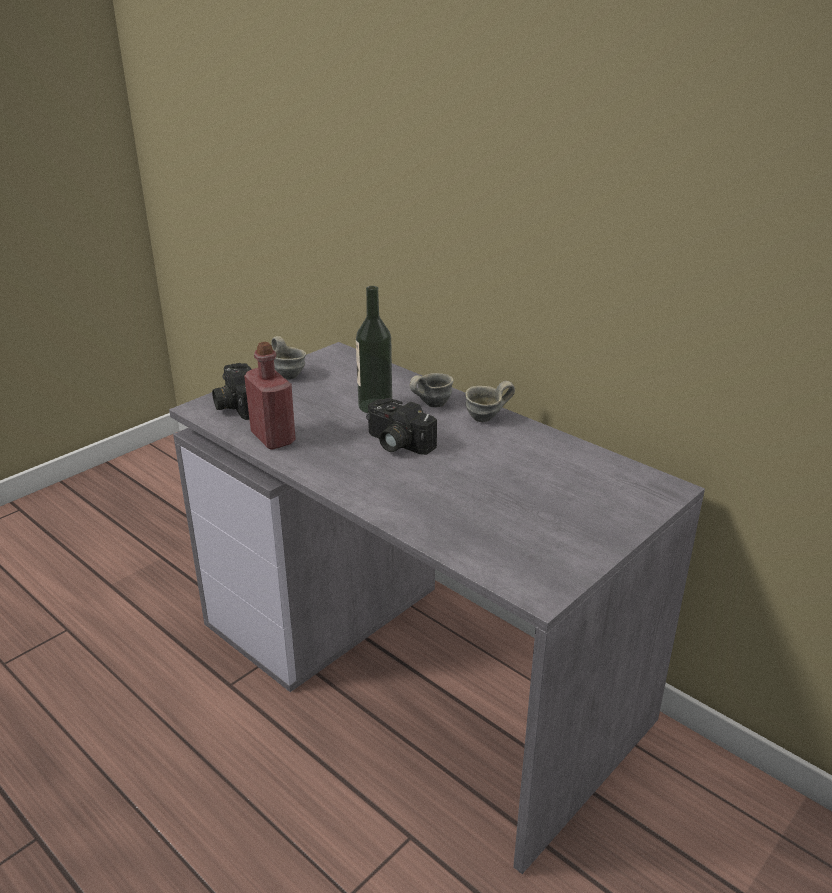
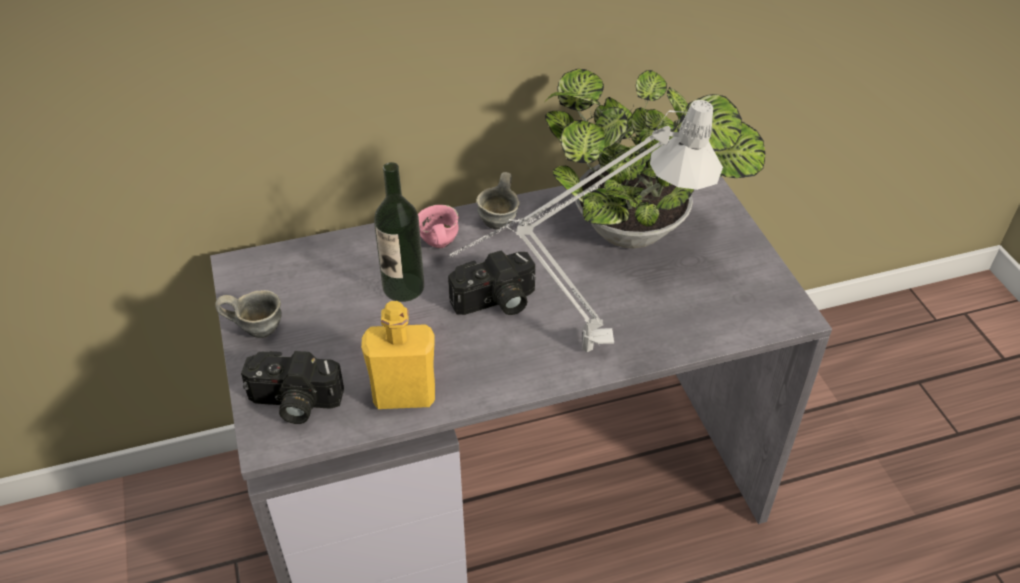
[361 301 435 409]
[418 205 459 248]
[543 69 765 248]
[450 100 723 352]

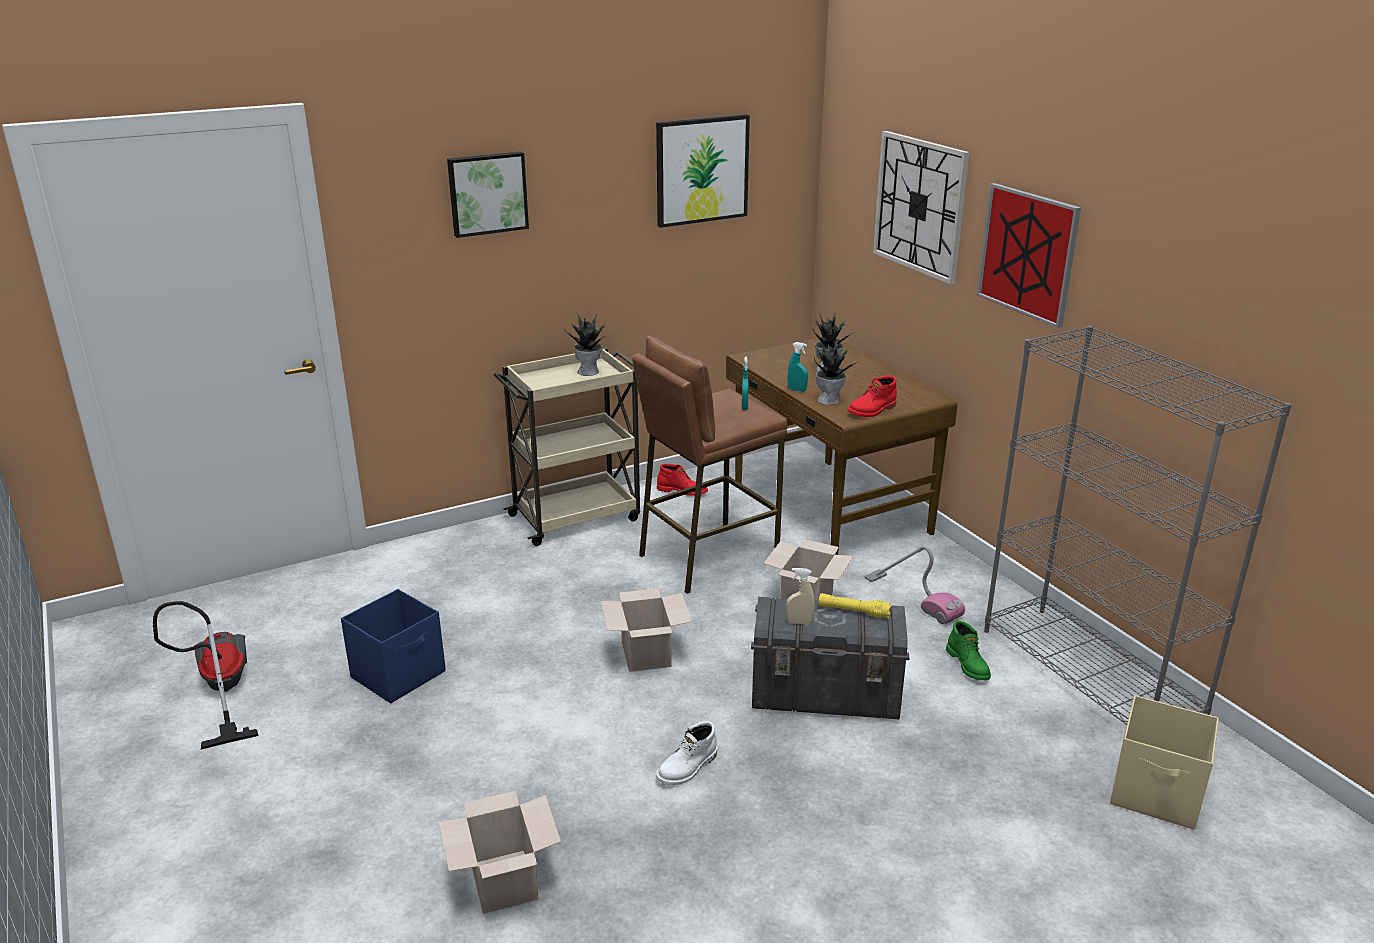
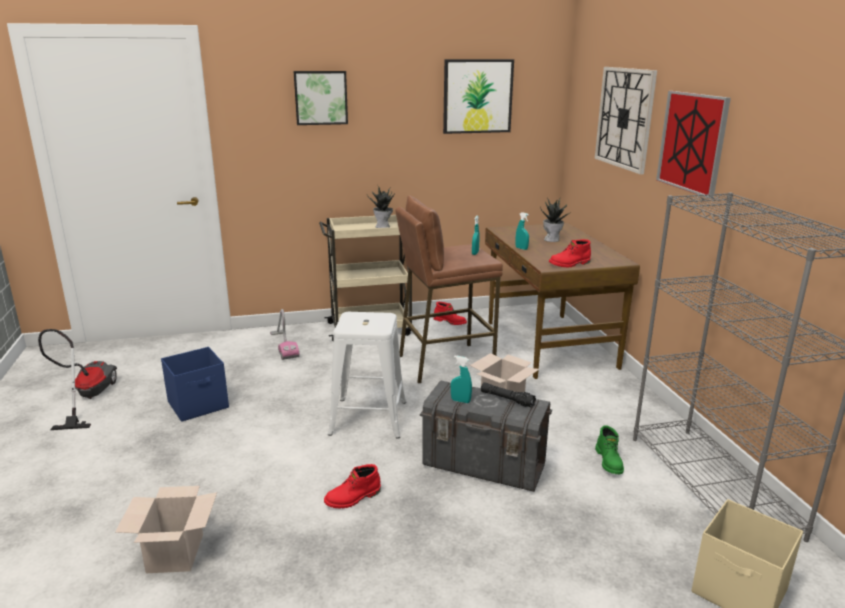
[814 339 857 405] (first image)
[270 309 299 360]
[451 355 472 403]
[328 312 406 439]
[481 382 536 408]
[324 464 381 509]

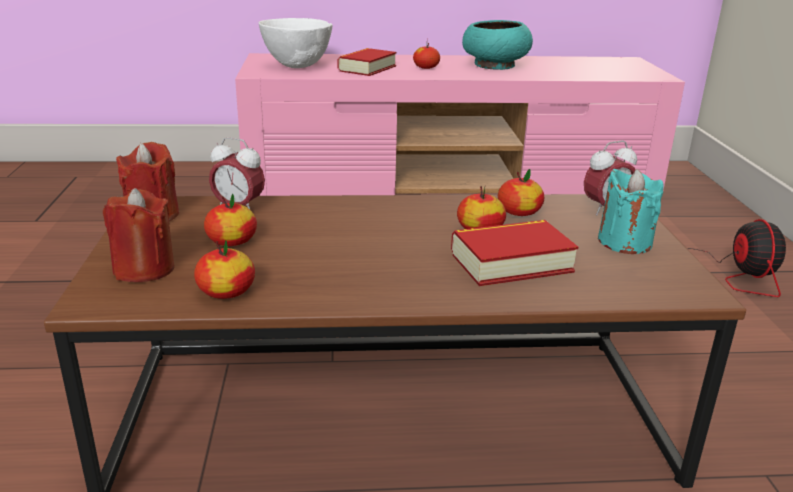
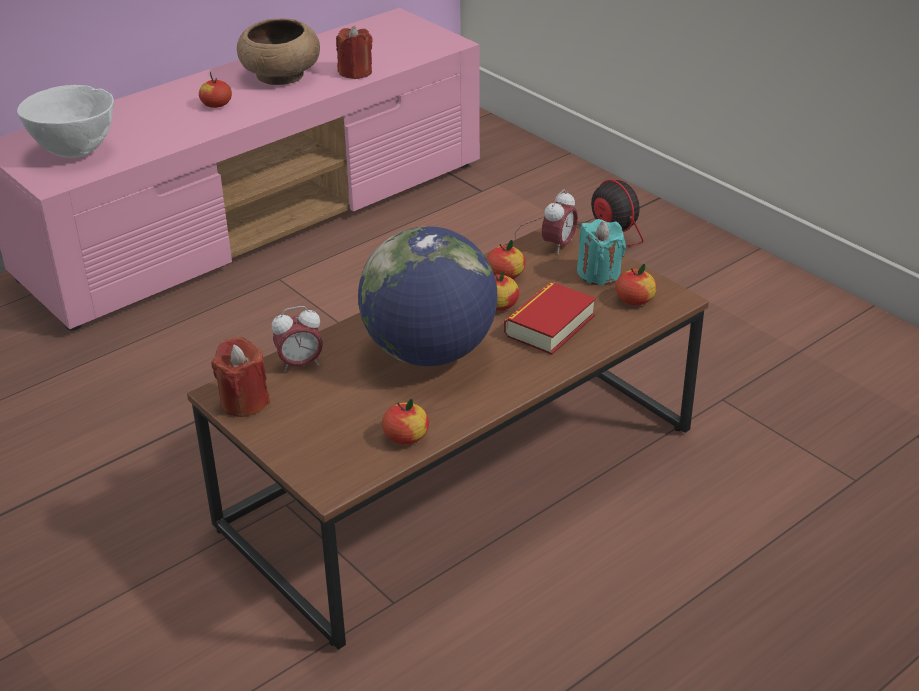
[237 18 320 85]
[337 48 397 76] (first image)
[336 26 373 79]
[615 264 657 305]
[358 226 498 366]

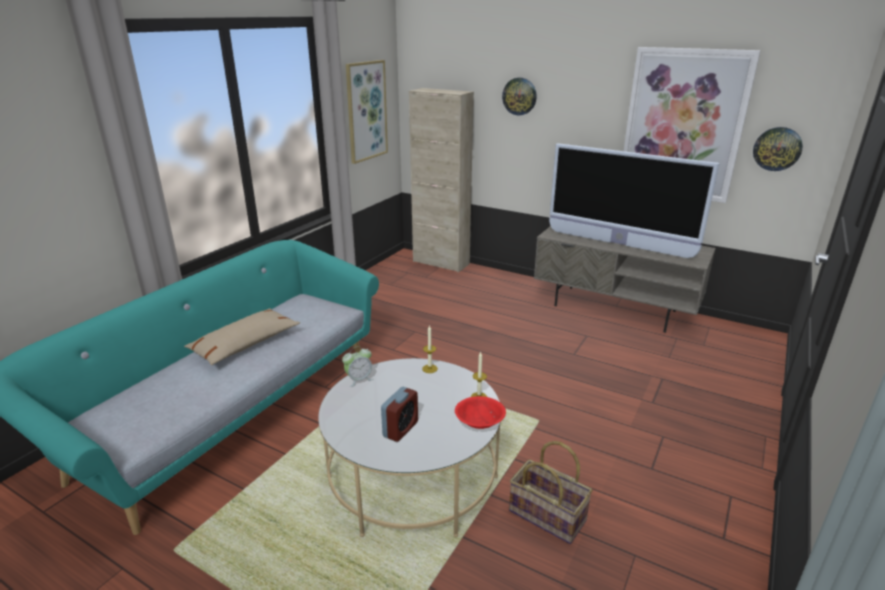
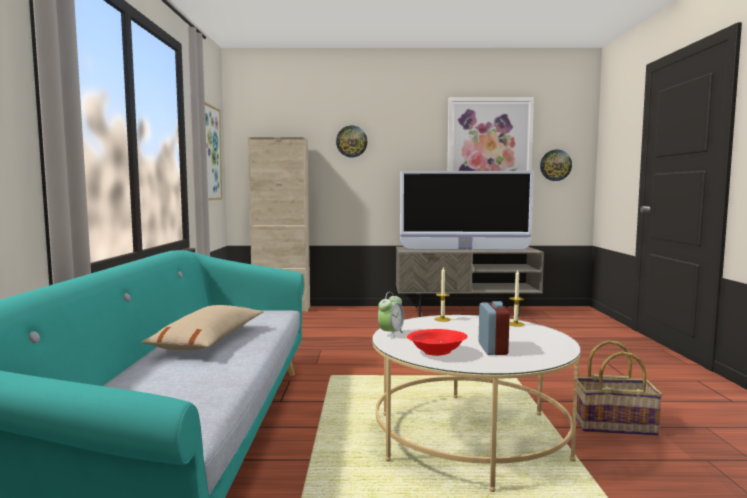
[407 329 468 356]

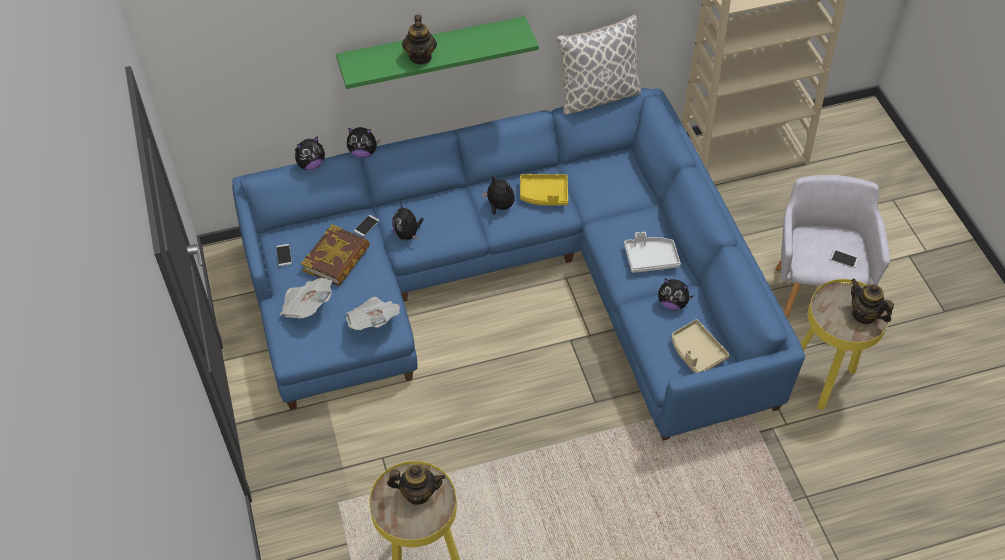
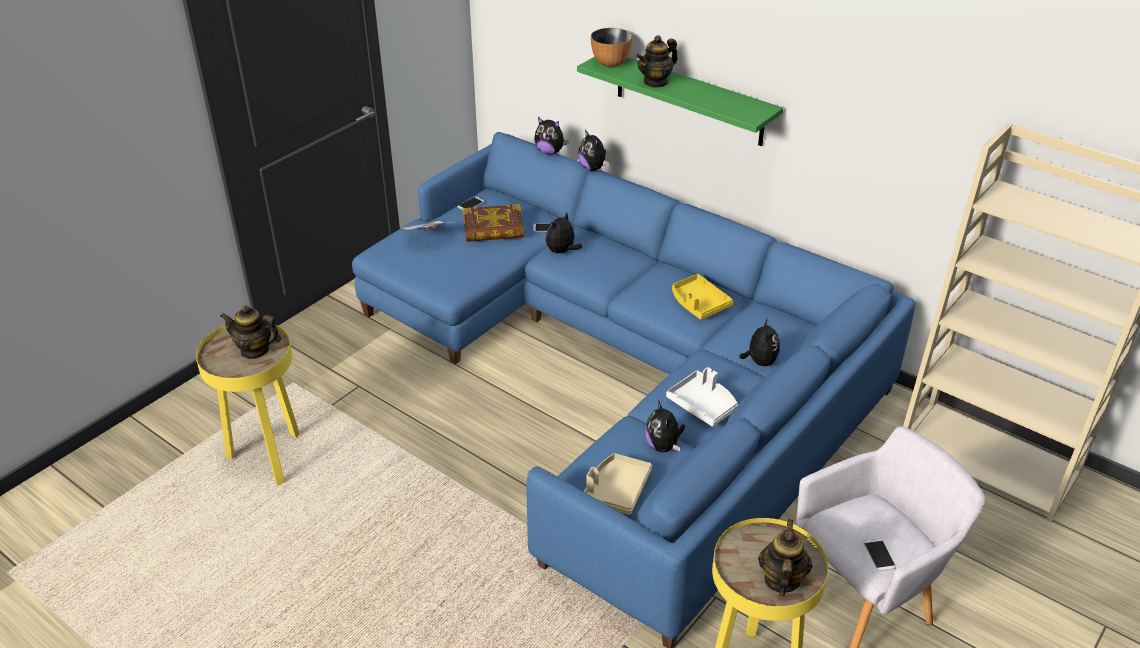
[556 15 641 115] (first image)
[739 318 780 366]
[346 297 400 330] (first image)
[220 305 281 359]
[591 28 632 67]

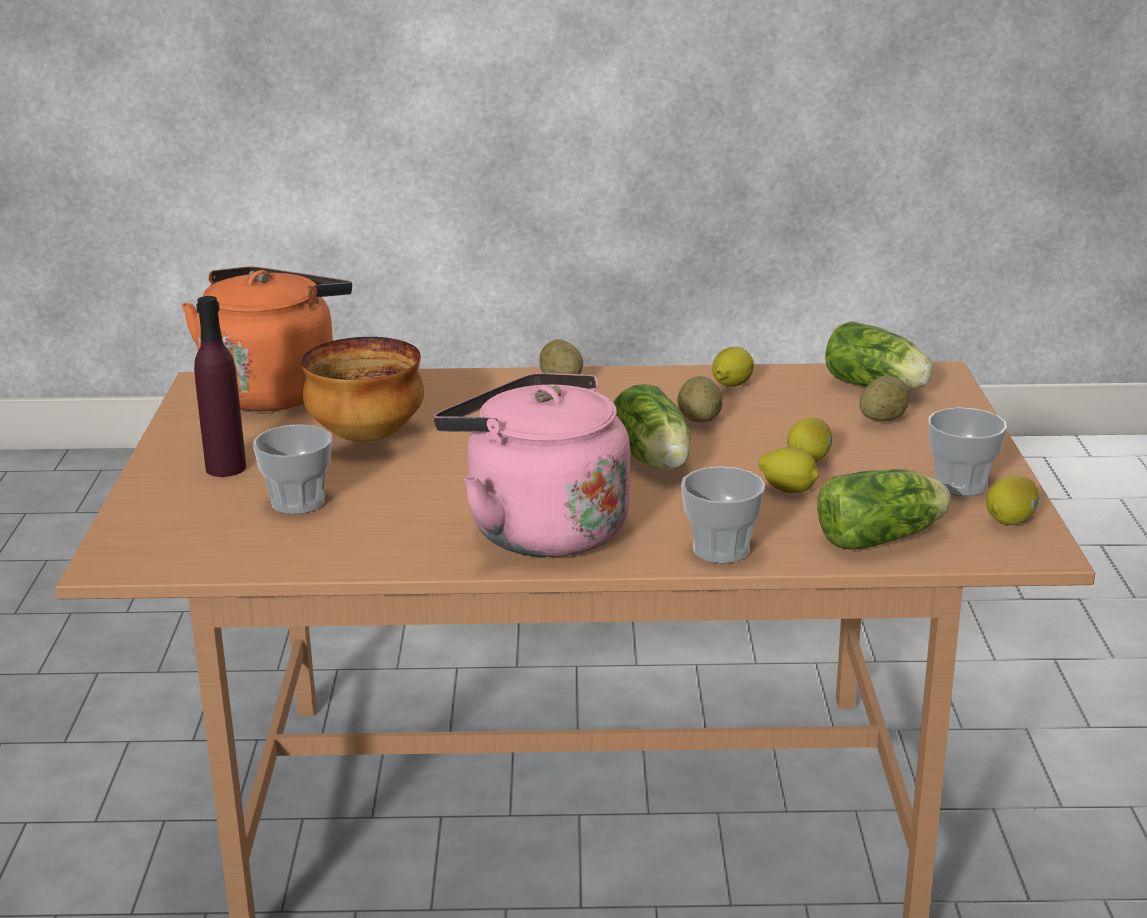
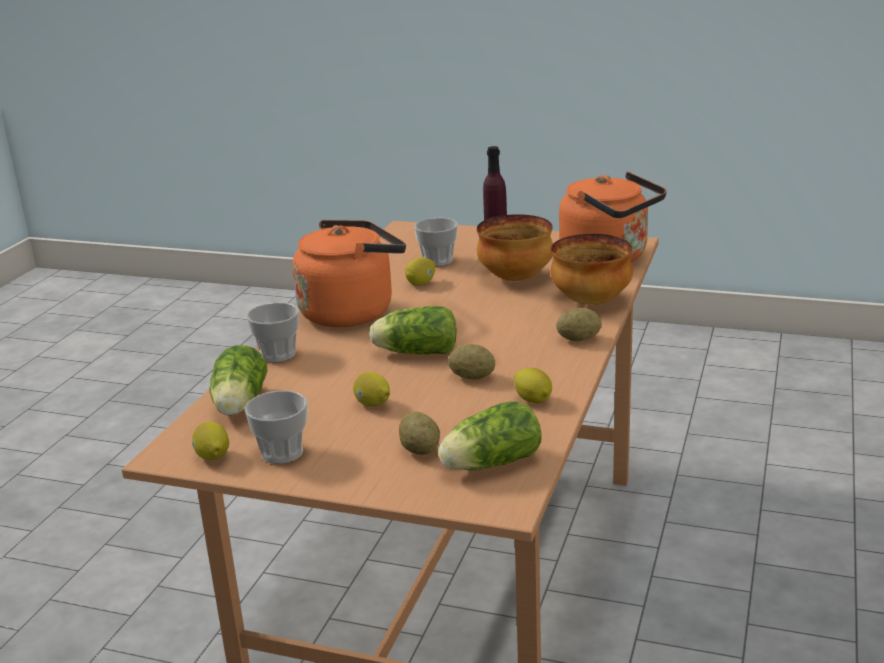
[292 220 406 327]
[405 258 435 286]
[550 234 633 305]

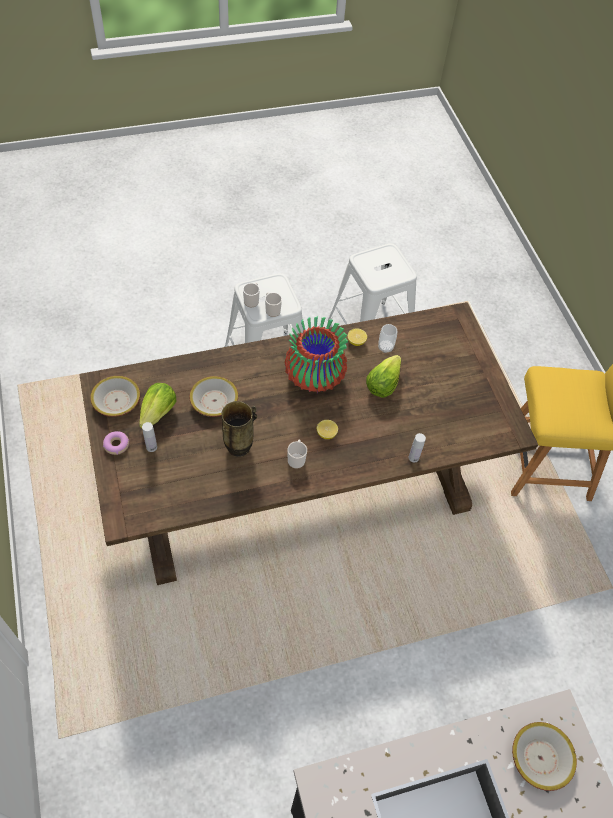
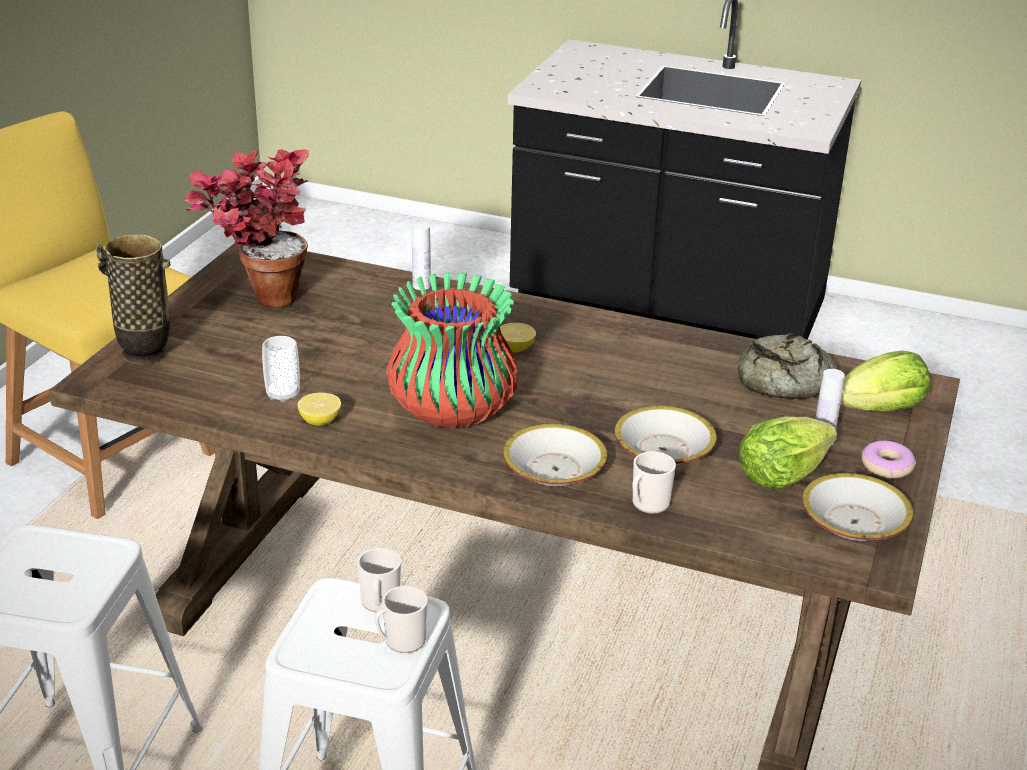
[841 351 930 412]
[96 235 170 364]
[632 451 676 514]
[503 424 607 487]
[185 150 309 308]
[738 333 838 399]

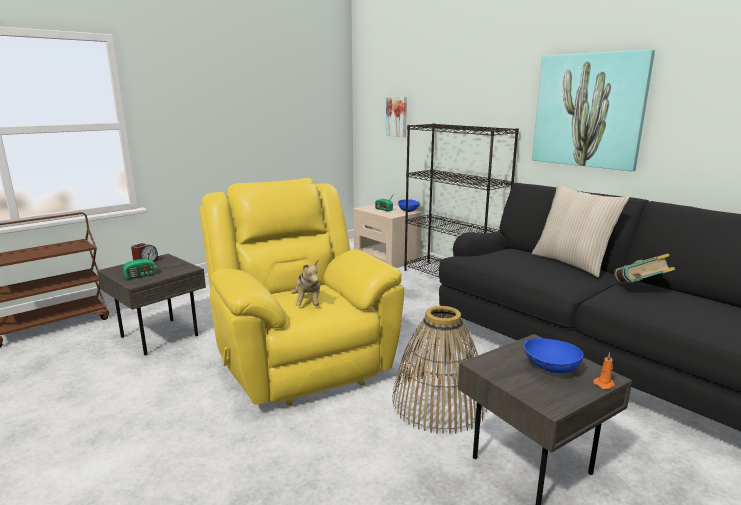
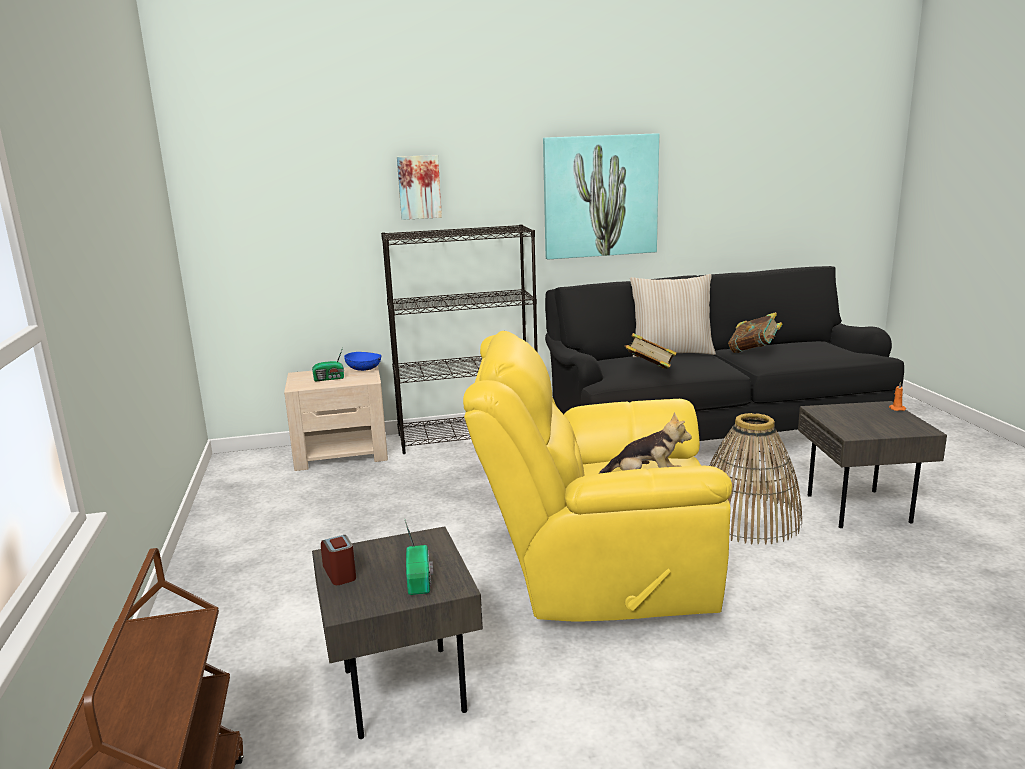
[397 155 442 220]
[524 338 583 374] (first image)
[625 333 677 369]

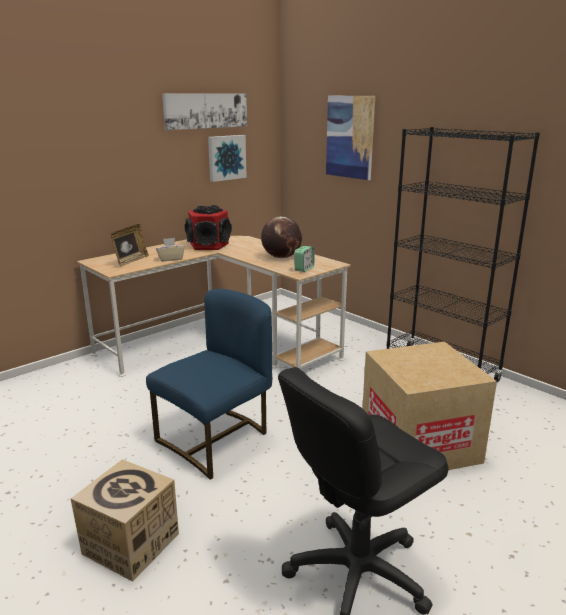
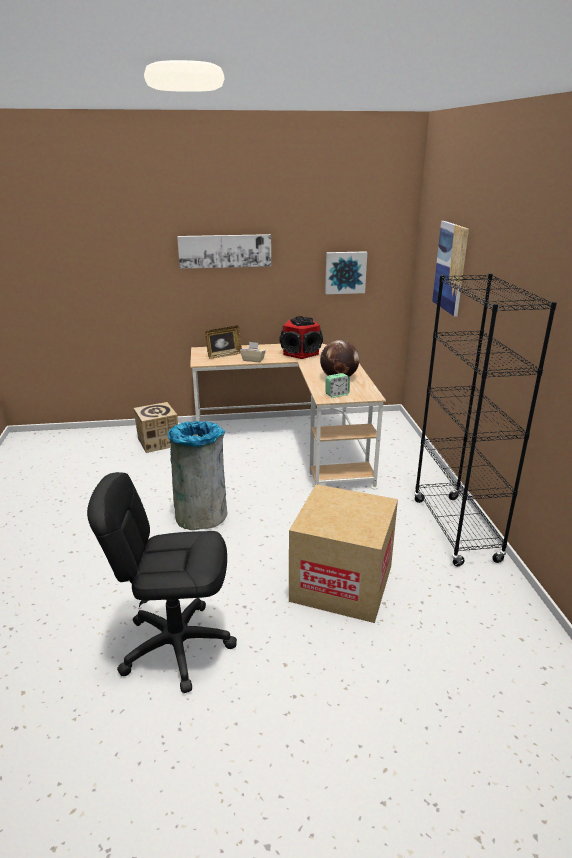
[177 234 271 269]
[168 421 228 530]
[134 402 178 453]

